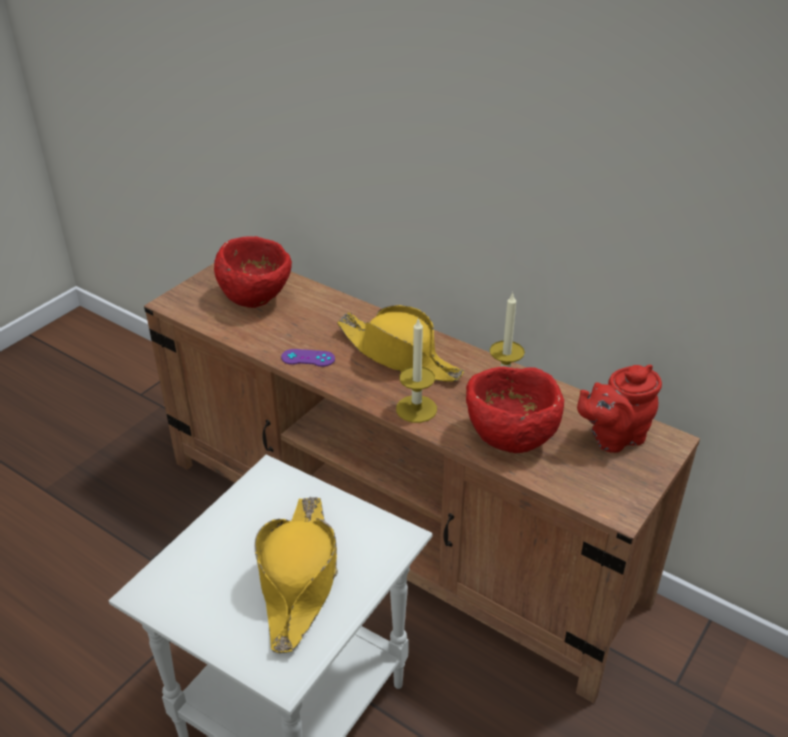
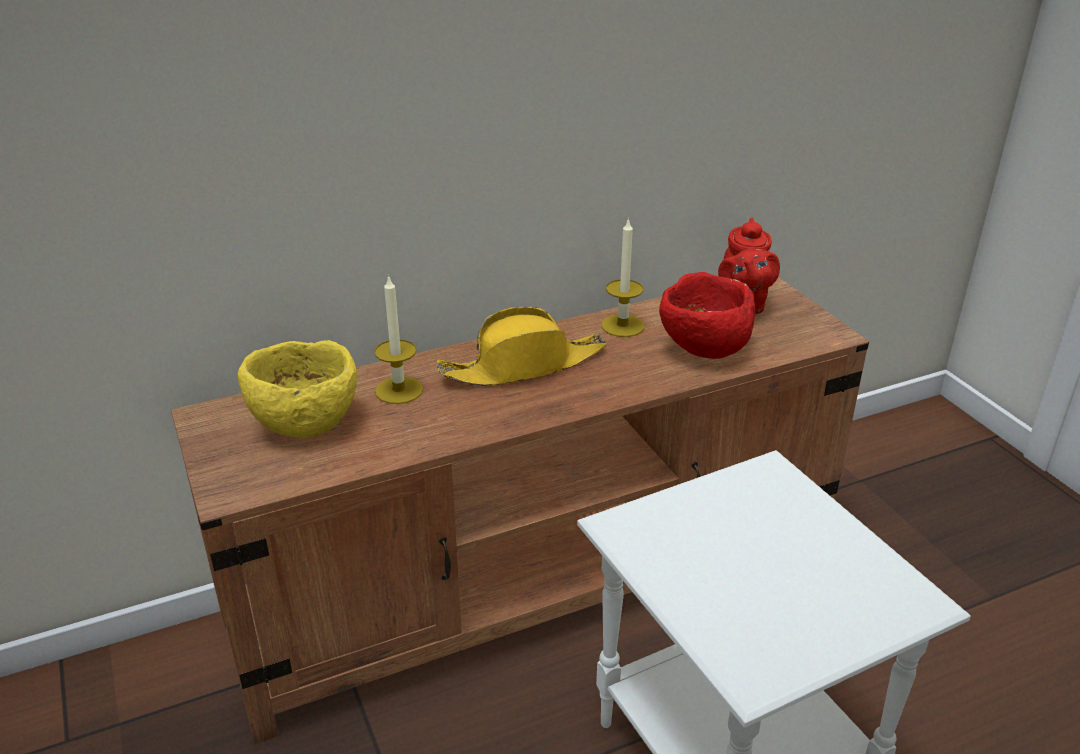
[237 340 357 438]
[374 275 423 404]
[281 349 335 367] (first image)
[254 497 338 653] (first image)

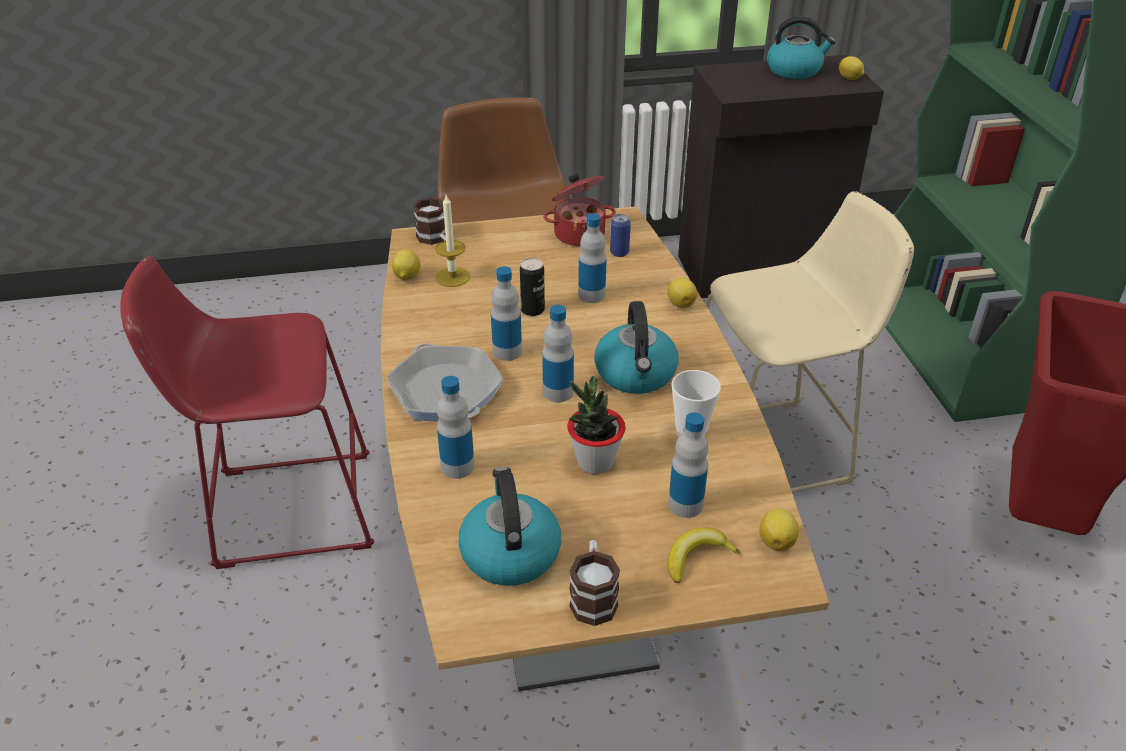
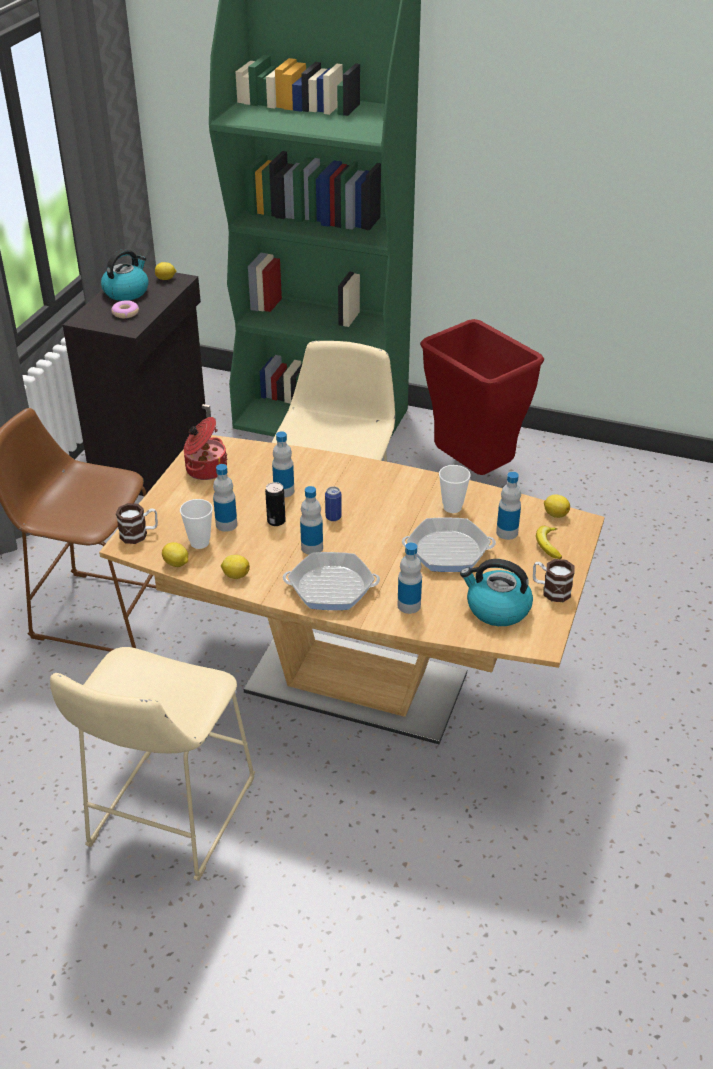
[180 499 213 549]
[325 486 342 521]
[50 647 255 881]
[221 555 250 579]
[594 301 679 394] (first image)
[213 464 237 532]
[402 518 496 572]
[111 300 139 318]

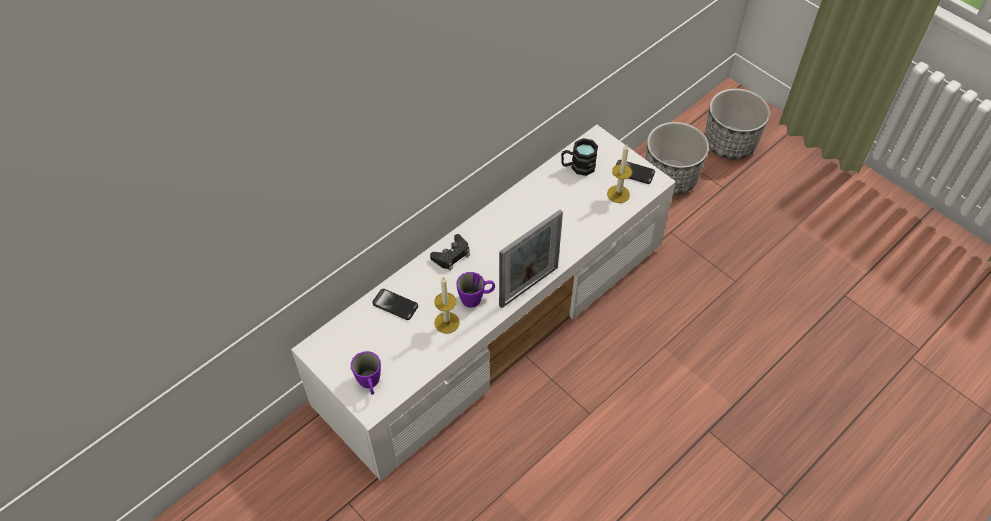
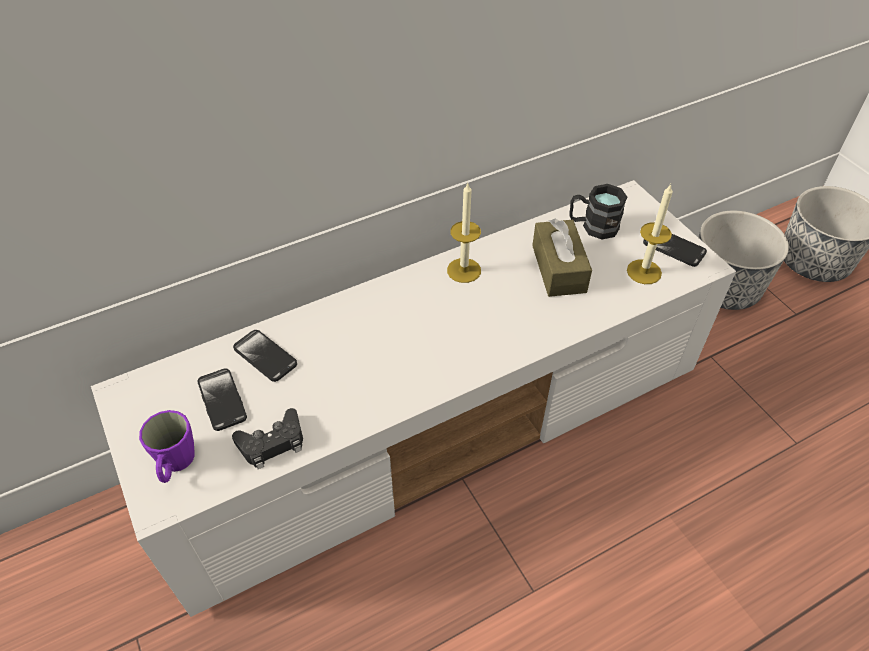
[499 210 563 308] (first image)
[232 408 303 469]
[457 272 495 308] (first image)
[447 183 481 283]
[532 218 592 297]
[197 368 247 431]

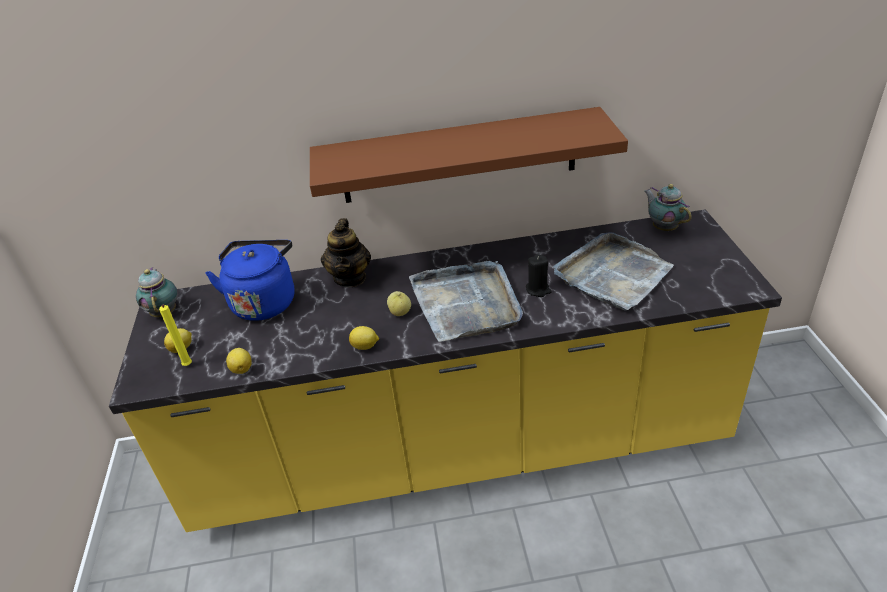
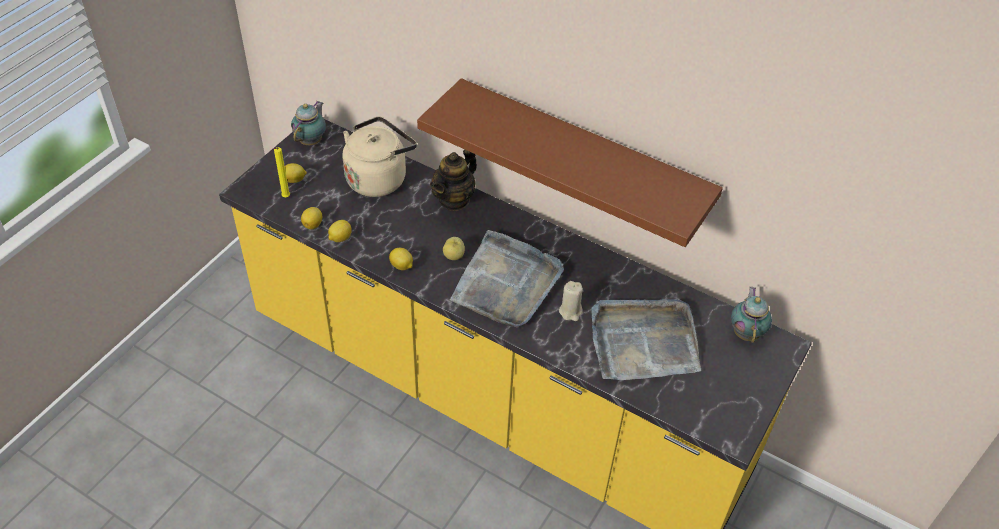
[343 116 417 197]
[559 281 583 321]
[328 220 352 242]

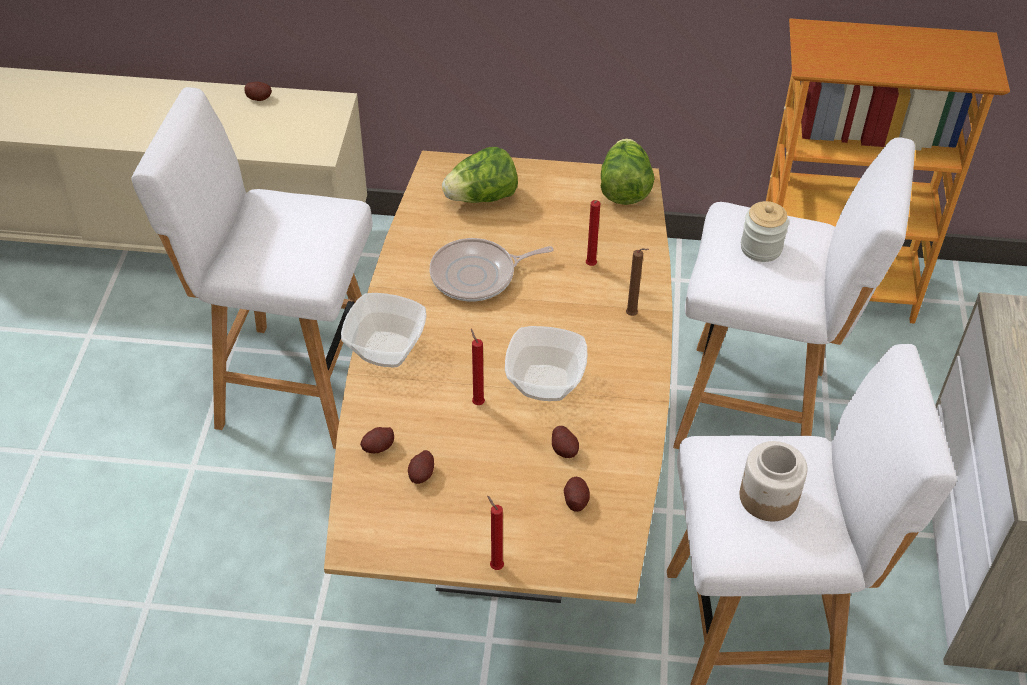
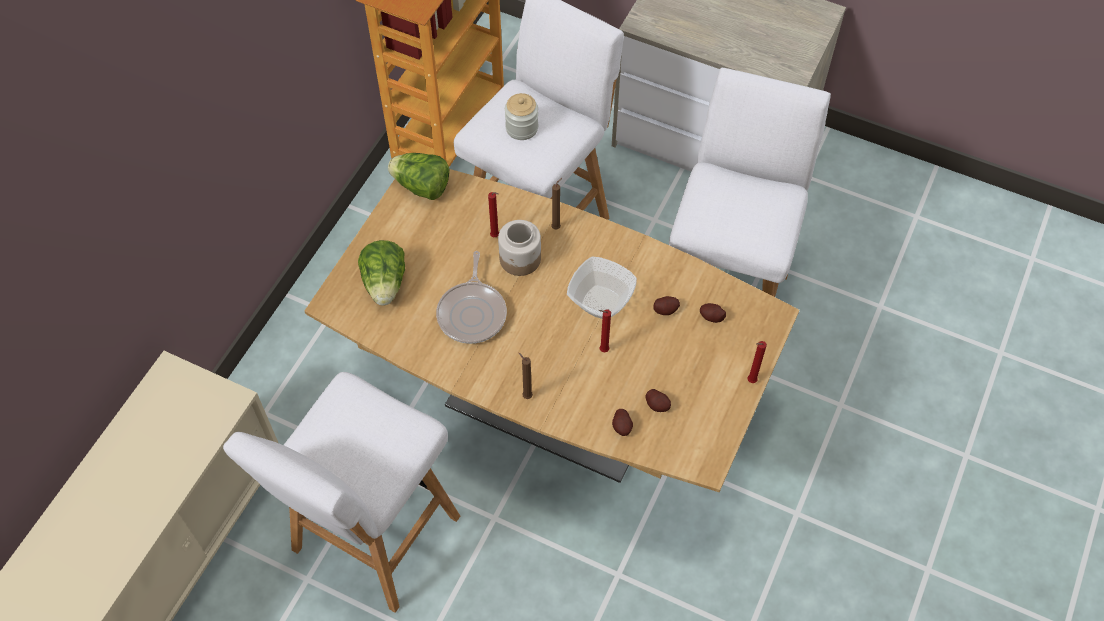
[244 82 272 101] (first image)
[519 353 533 399]
[498 220 541 276]

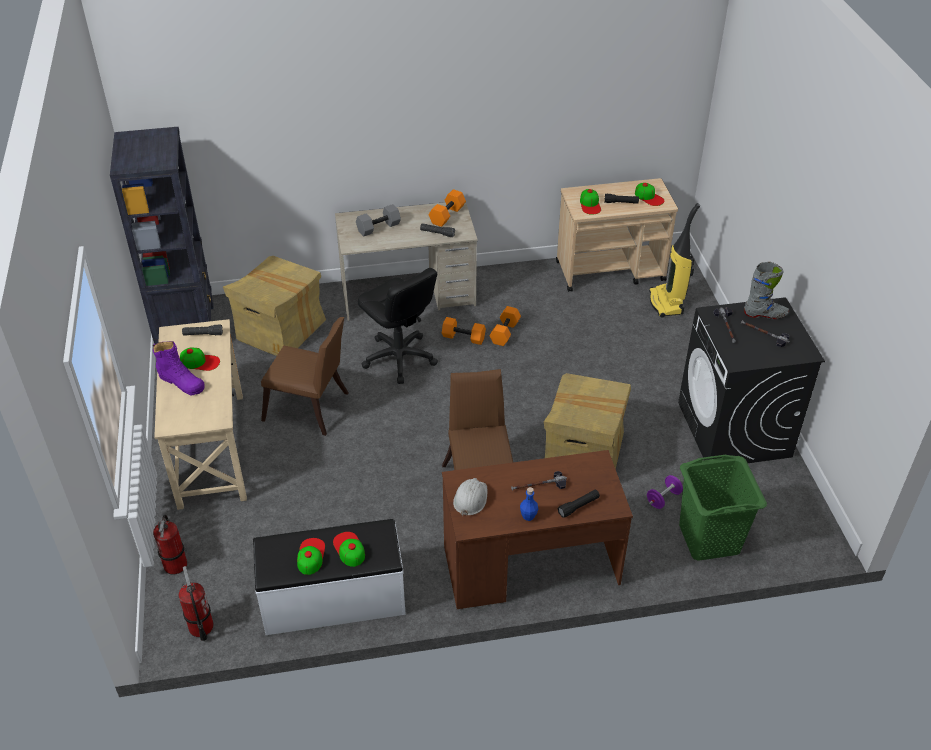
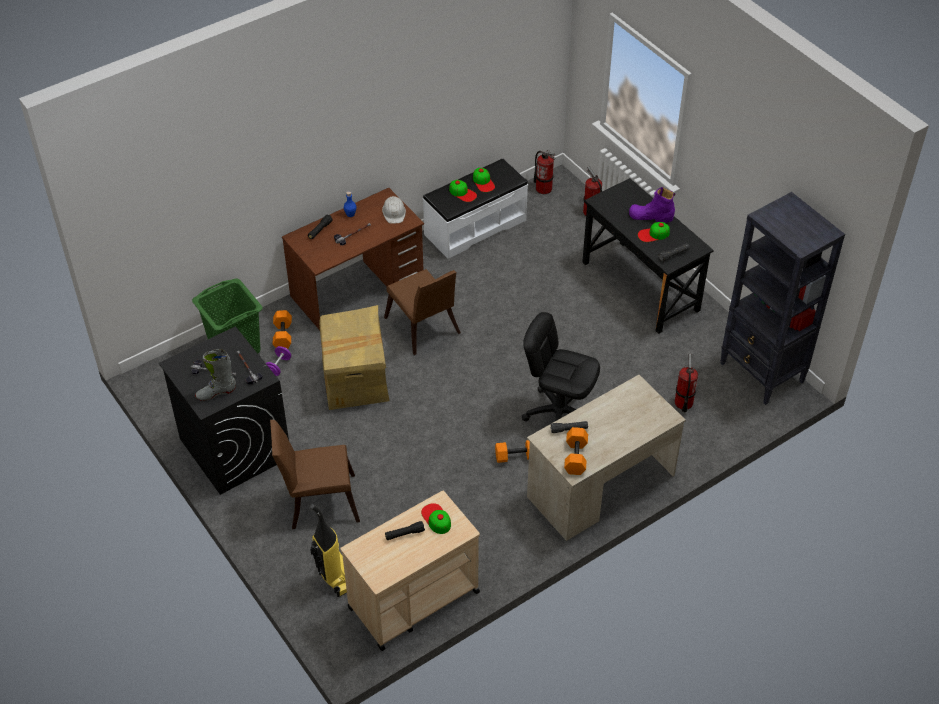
[635 183 664 206] (first image)
[356 204 401 237] (first image)
[675 353 698 412]
[273 310 292 349]
[270 420 360 529]
[582 178 714 334]

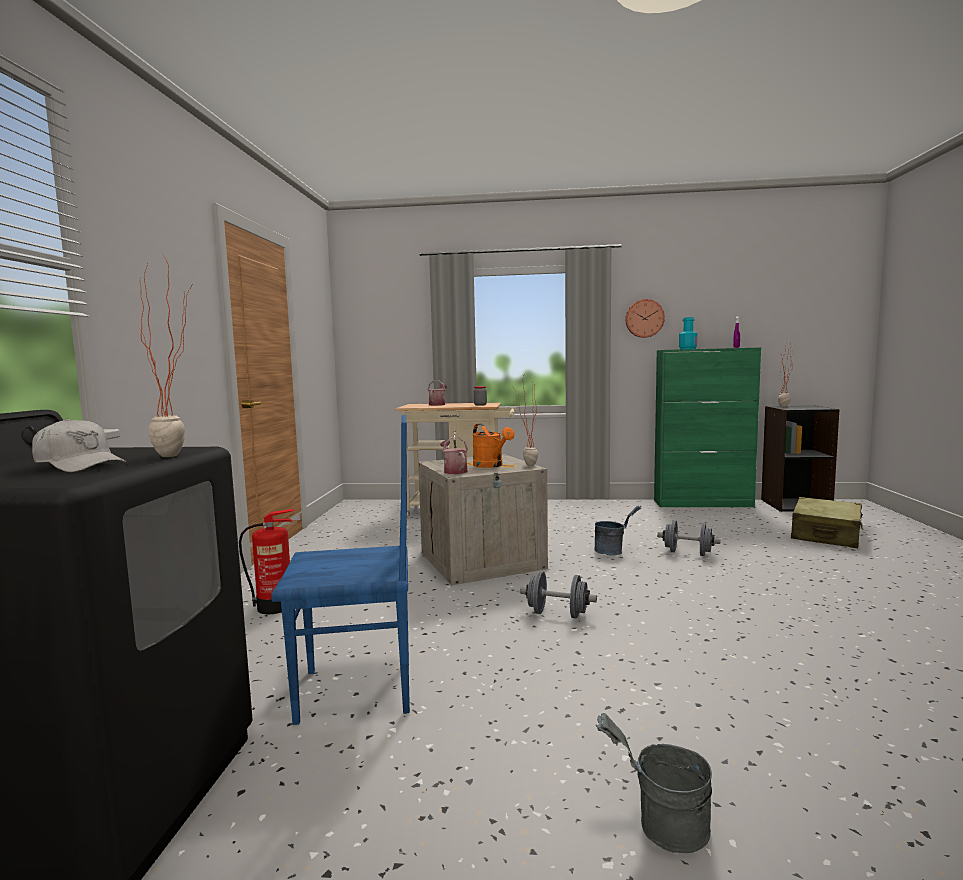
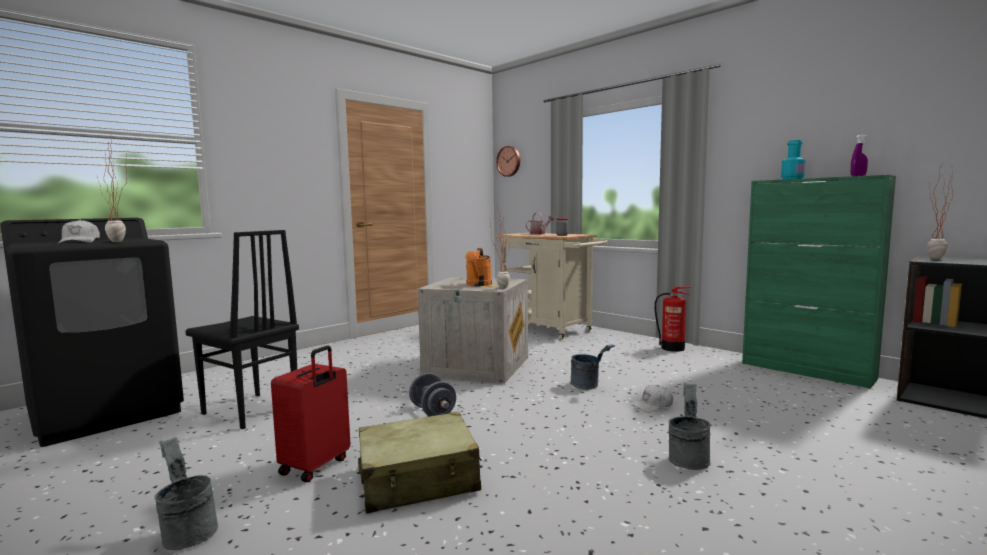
[496 146 520 177]
[185 230 299 429]
[440 437 468 474] (first image)
[358 412 482 514]
[655 287 691 352]
[632 385 673 413]
[271 346 350 482]
[668 382 711 470]

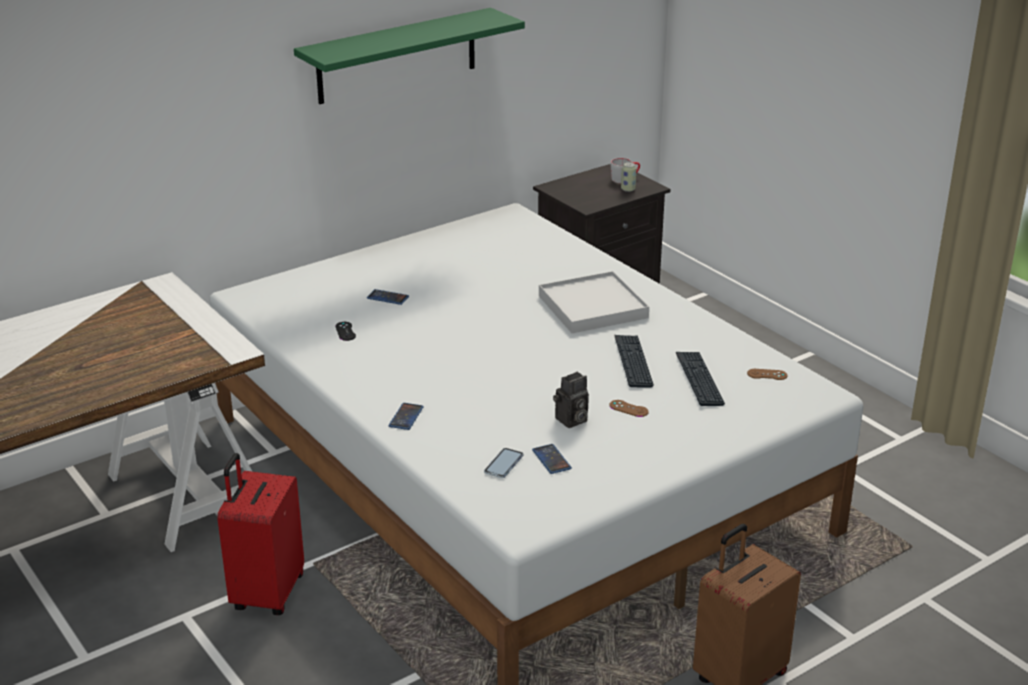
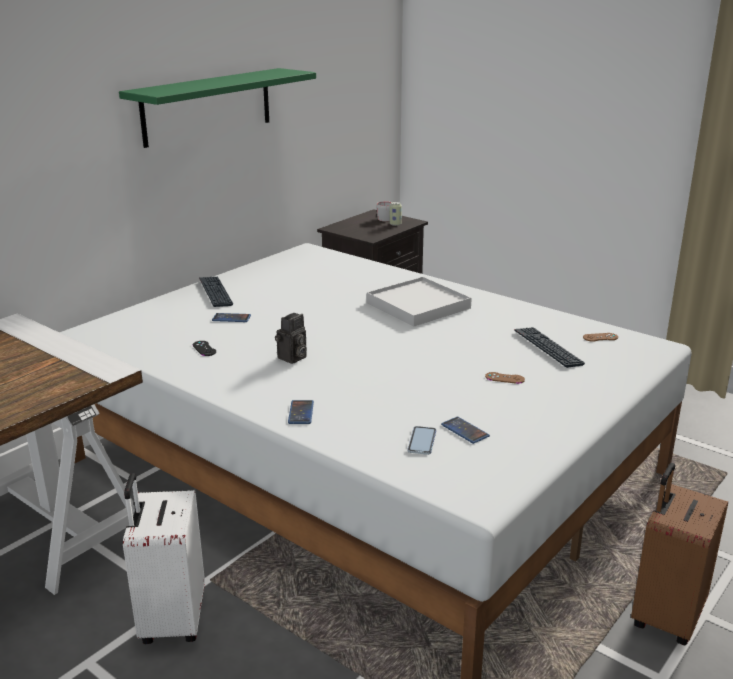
[199 277 233 307]
[275 313 307 364]
[123 473 205 644]

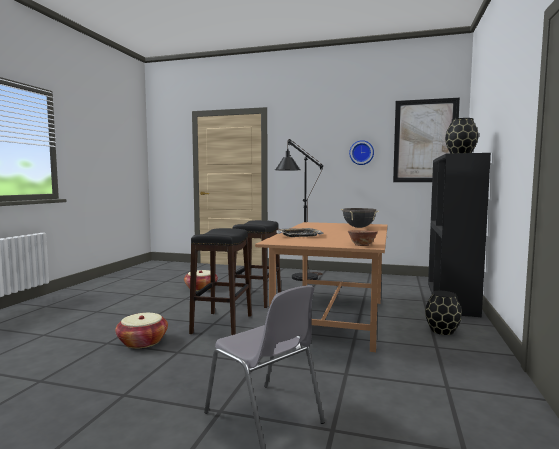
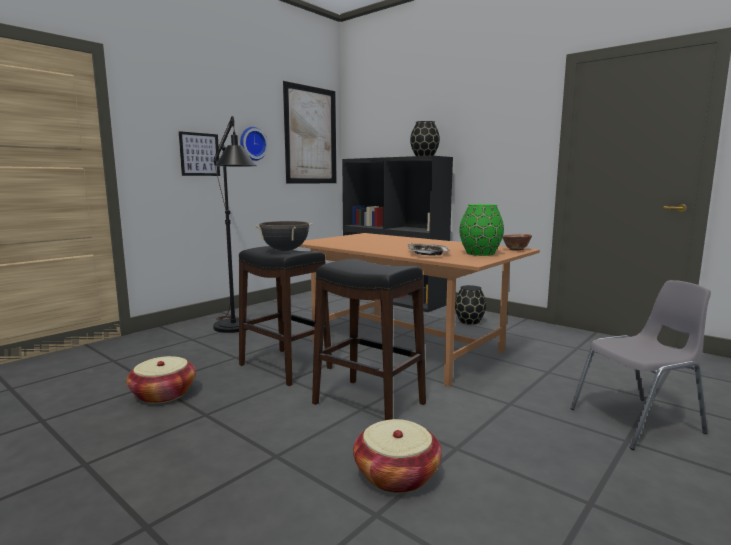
[254 221 313 251]
[179 131 220 176]
[459 204 504 256]

